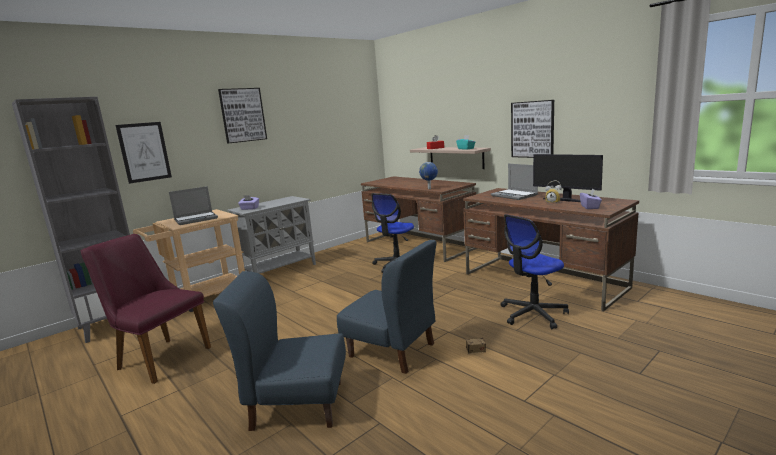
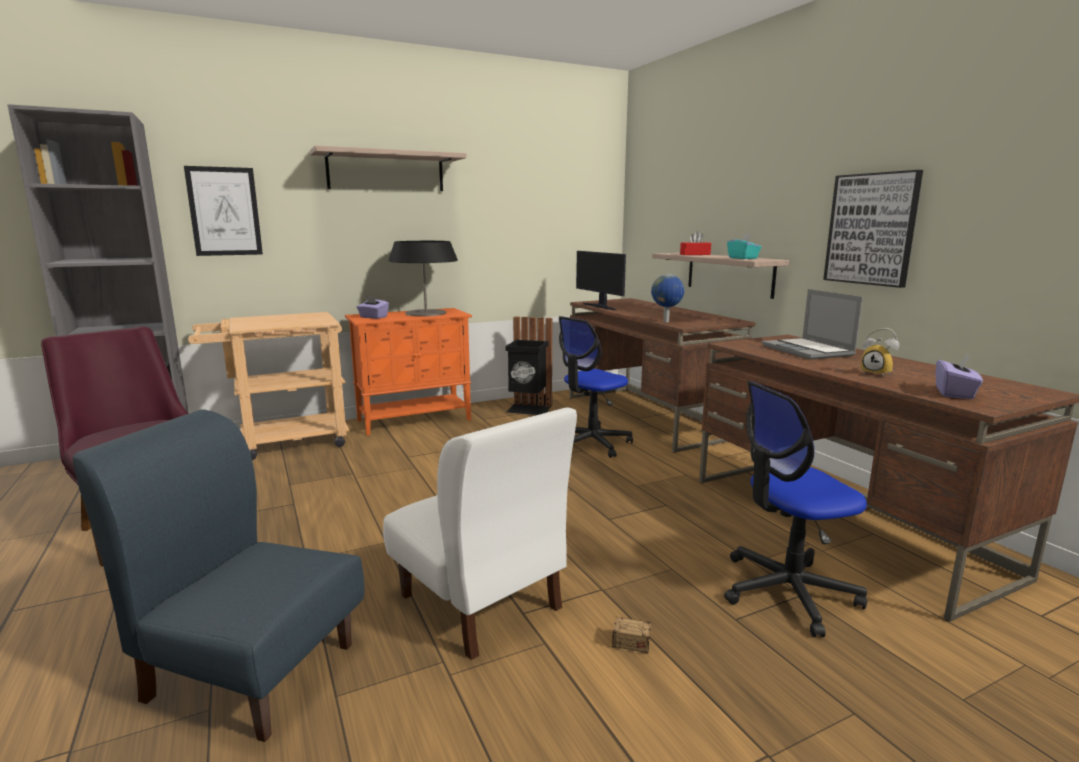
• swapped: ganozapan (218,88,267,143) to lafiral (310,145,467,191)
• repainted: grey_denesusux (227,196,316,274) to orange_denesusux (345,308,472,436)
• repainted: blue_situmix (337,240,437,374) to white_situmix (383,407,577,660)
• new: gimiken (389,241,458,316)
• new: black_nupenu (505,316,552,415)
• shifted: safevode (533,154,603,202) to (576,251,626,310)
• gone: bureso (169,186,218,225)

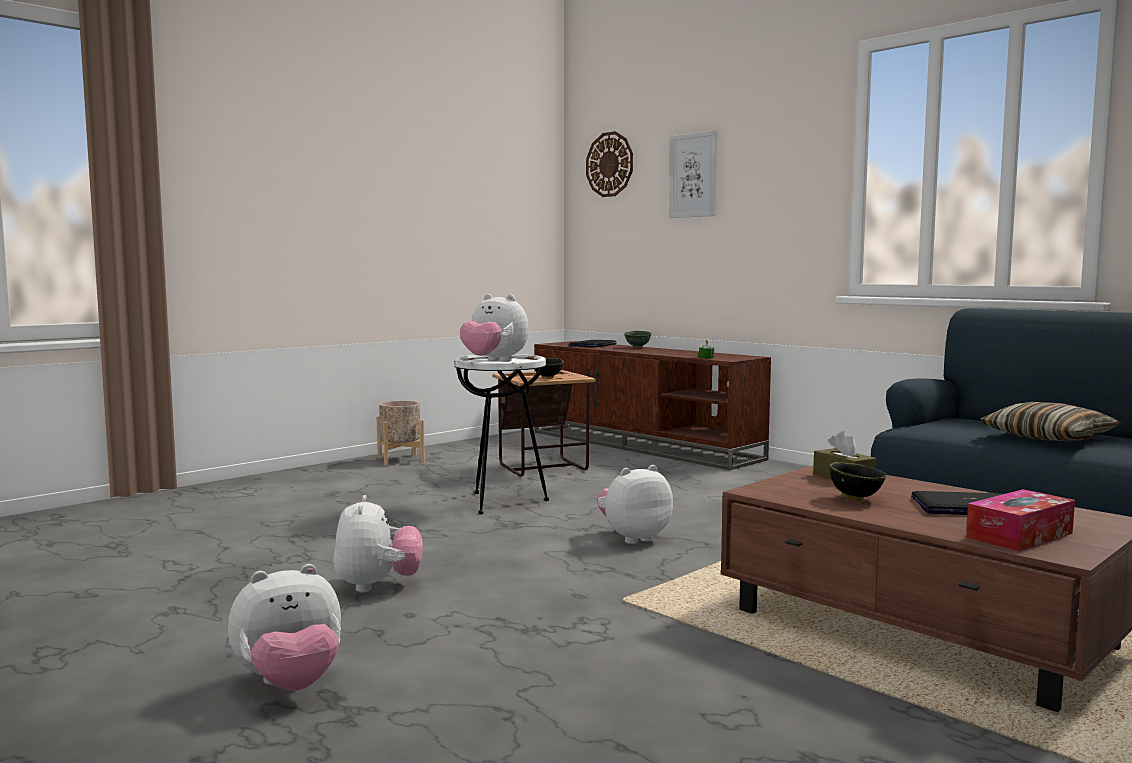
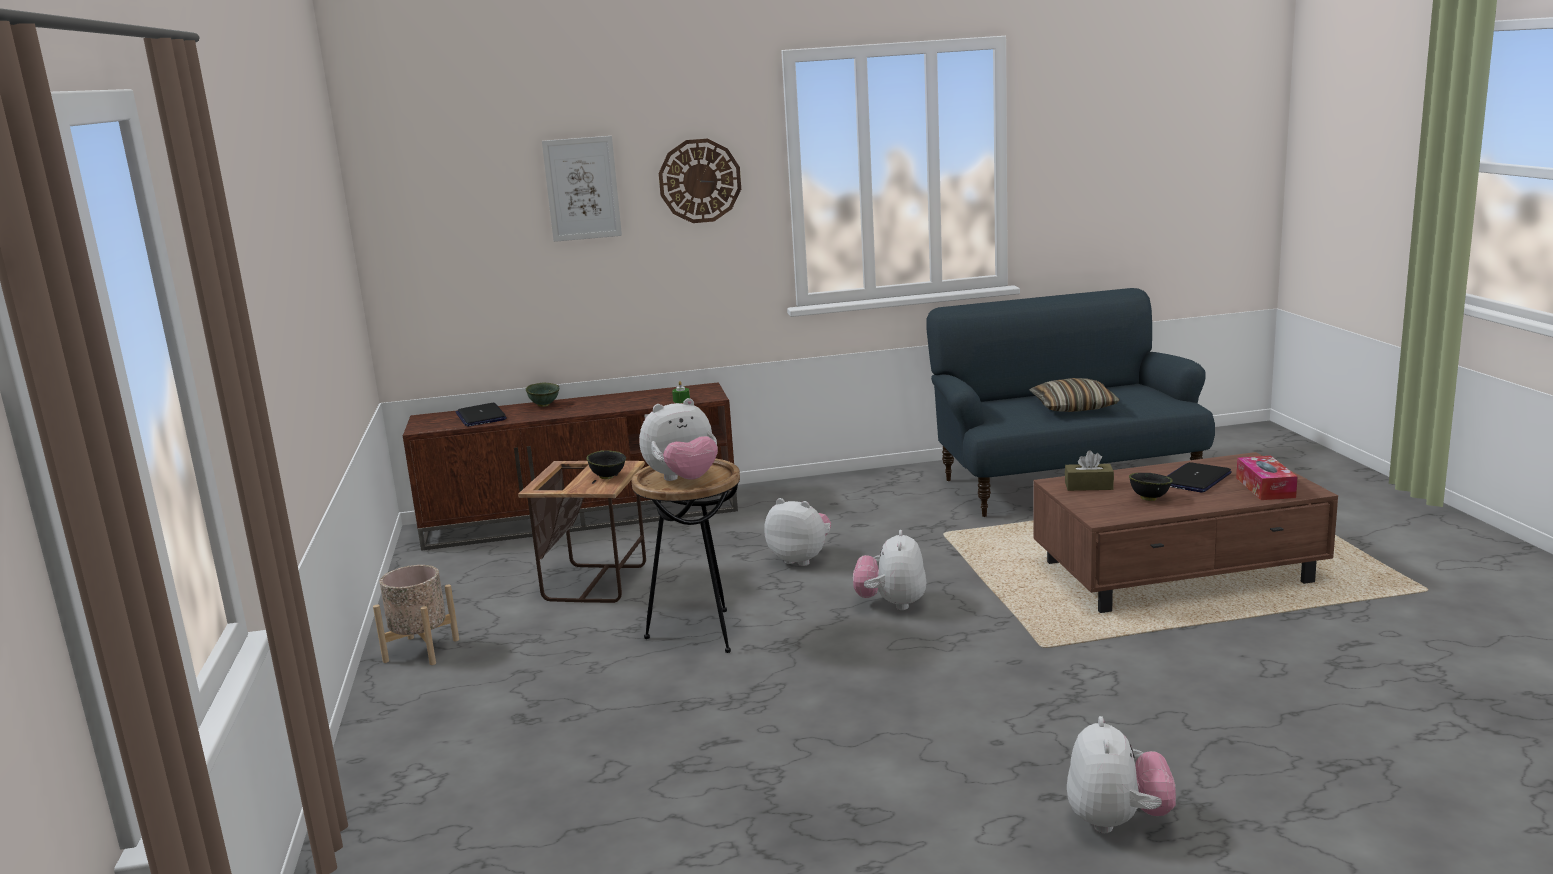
• repainted: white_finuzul (454,354,549,514) to brown_finuzul (631,458,740,653)
• shifted: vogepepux (586,131,633,197) to (659,139,741,223)
• shifted: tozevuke (333,495,423,592) to (764,498,831,566)

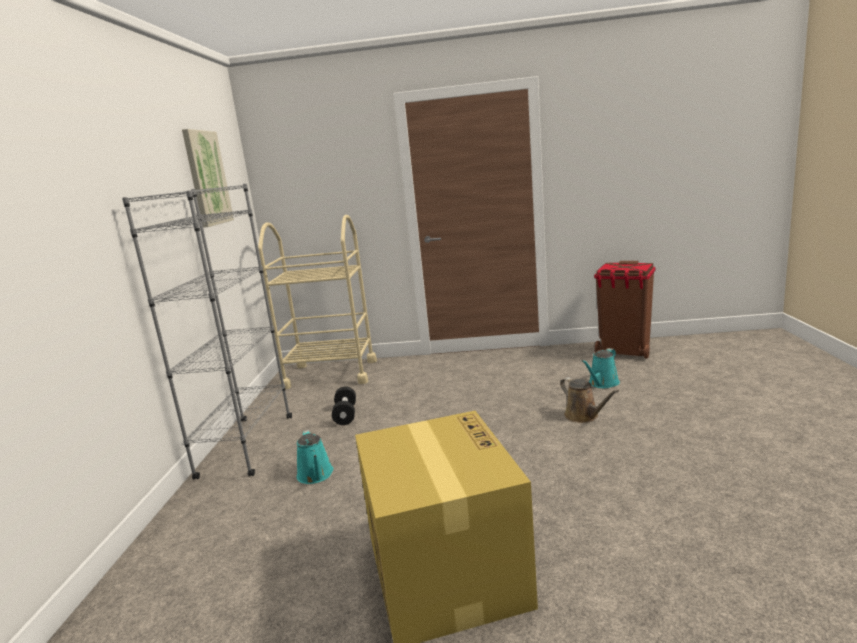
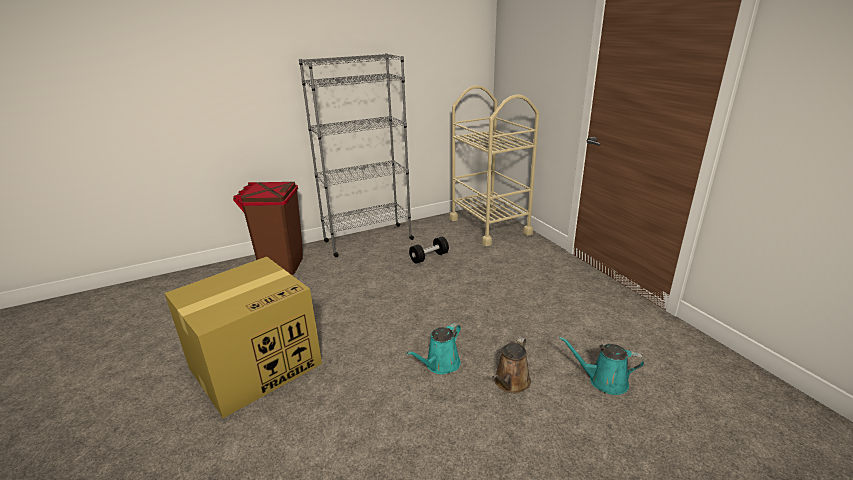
• shifted: brown_nupenu (594,261,656,359) to (233,182,303,276)
• shifted: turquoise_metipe (297,429,333,484) to (407,323,461,375)
• gone: ganozapan (182,129,234,228)

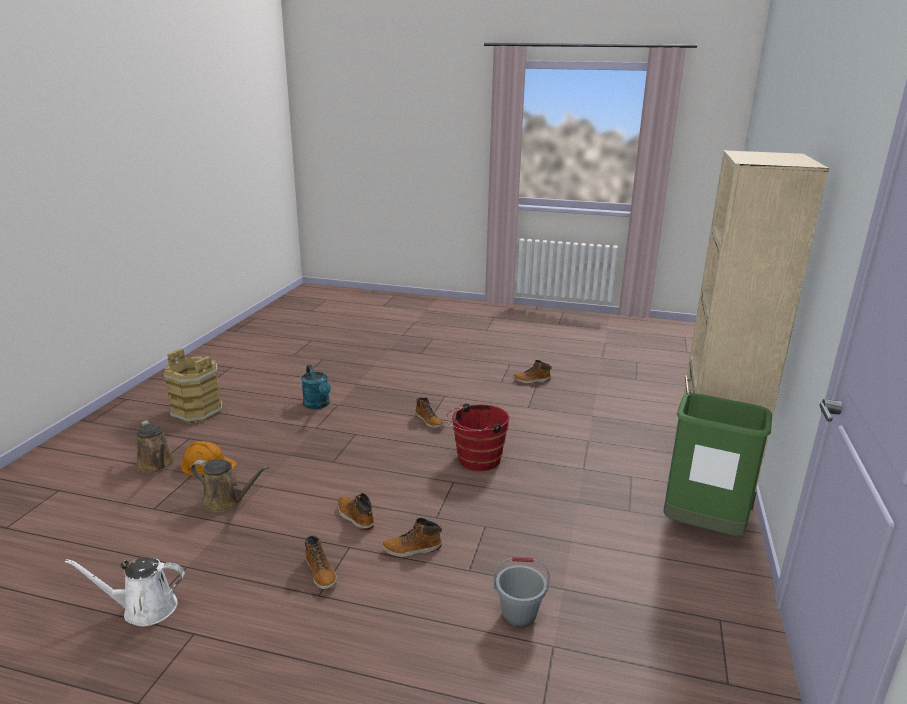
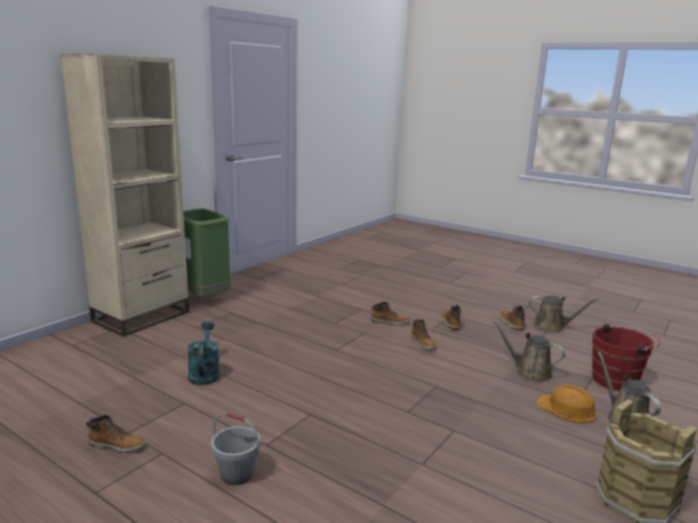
• shifted: turquoise_metipe (301,365,331,409) to (187,321,220,385)
• shifted: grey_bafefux (493,557,550,628) to (211,412,260,485)
• shifted: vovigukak (415,397,444,428) to (500,306,525,330)
• repainted: white_metipe (65,557,185,626) to brown_metipe (529,295,599,333)
• shifted: red_bafefux (446,403,510,471) to (592,324,661,391)

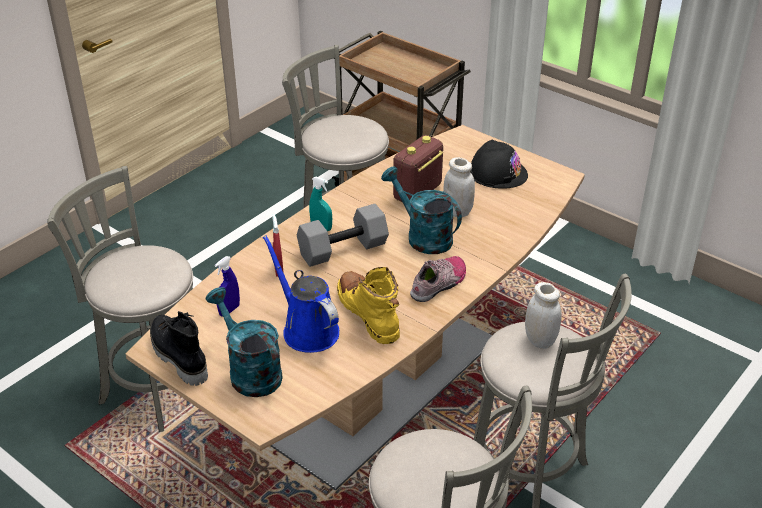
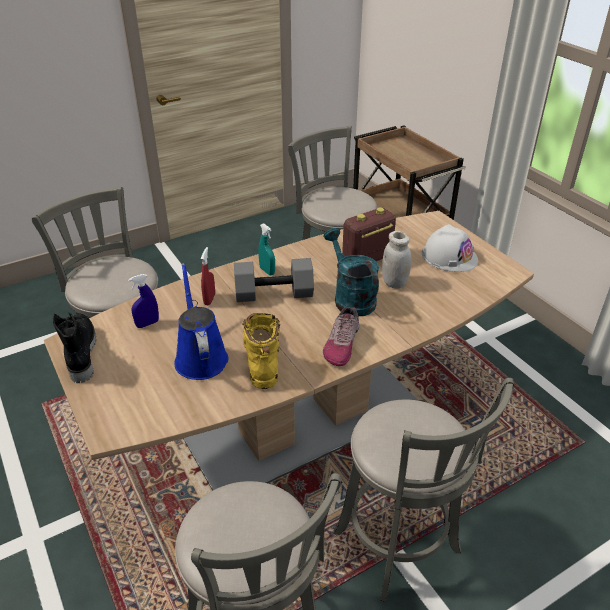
• rotated: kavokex (410,256,466,302) = (323,307,360,366) 135 degrees clockwise
• repainted: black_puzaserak (470,140,528,188) to white_puzaserak (422,224,478,272)
• gone: turquoise_metipe (206,287,283,397)
• gone: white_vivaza (525,282,562,349)

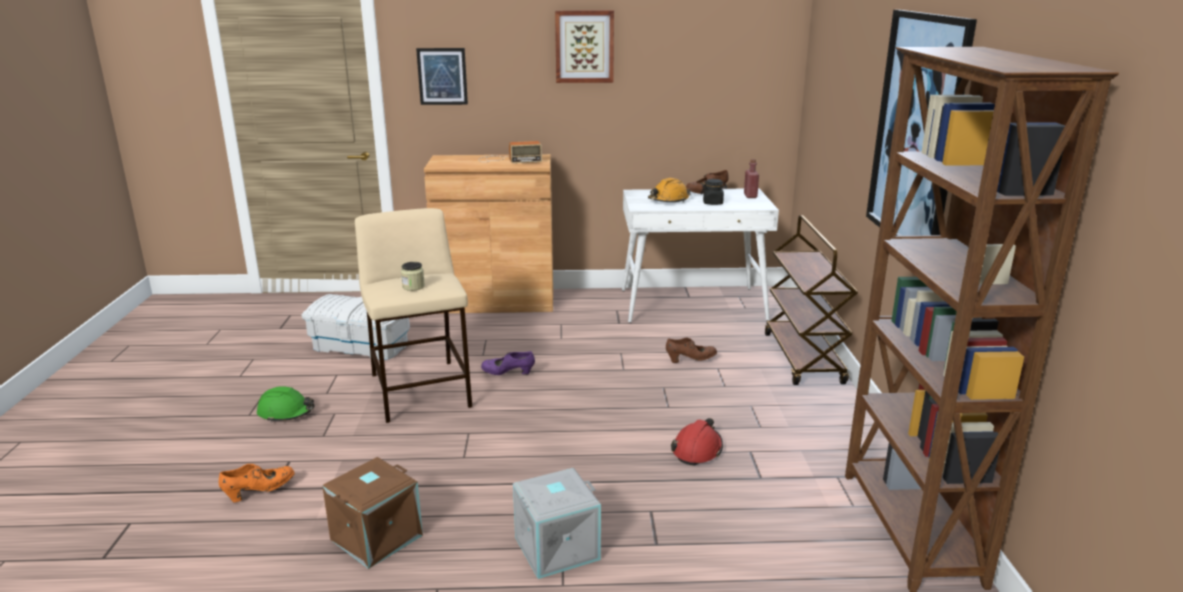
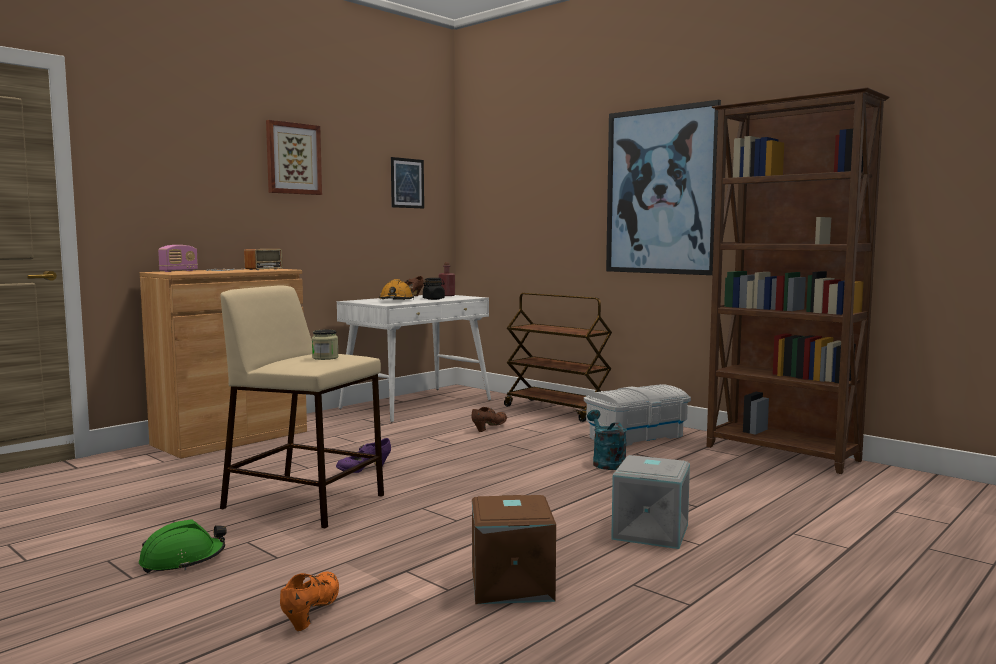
• new: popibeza (158,245,198,272)
• shifted: ganozapan (416,48,468,105) to (391,157,424,208)
• shifted: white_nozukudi (302,294,410,360) to (584,384,691,446)
• swapped: red_puzaserak (671,418,723,466) to turquoise_metipe (587,410,627,470)

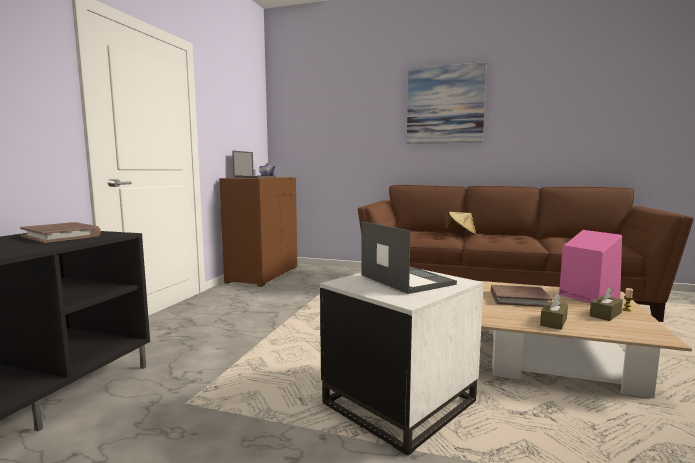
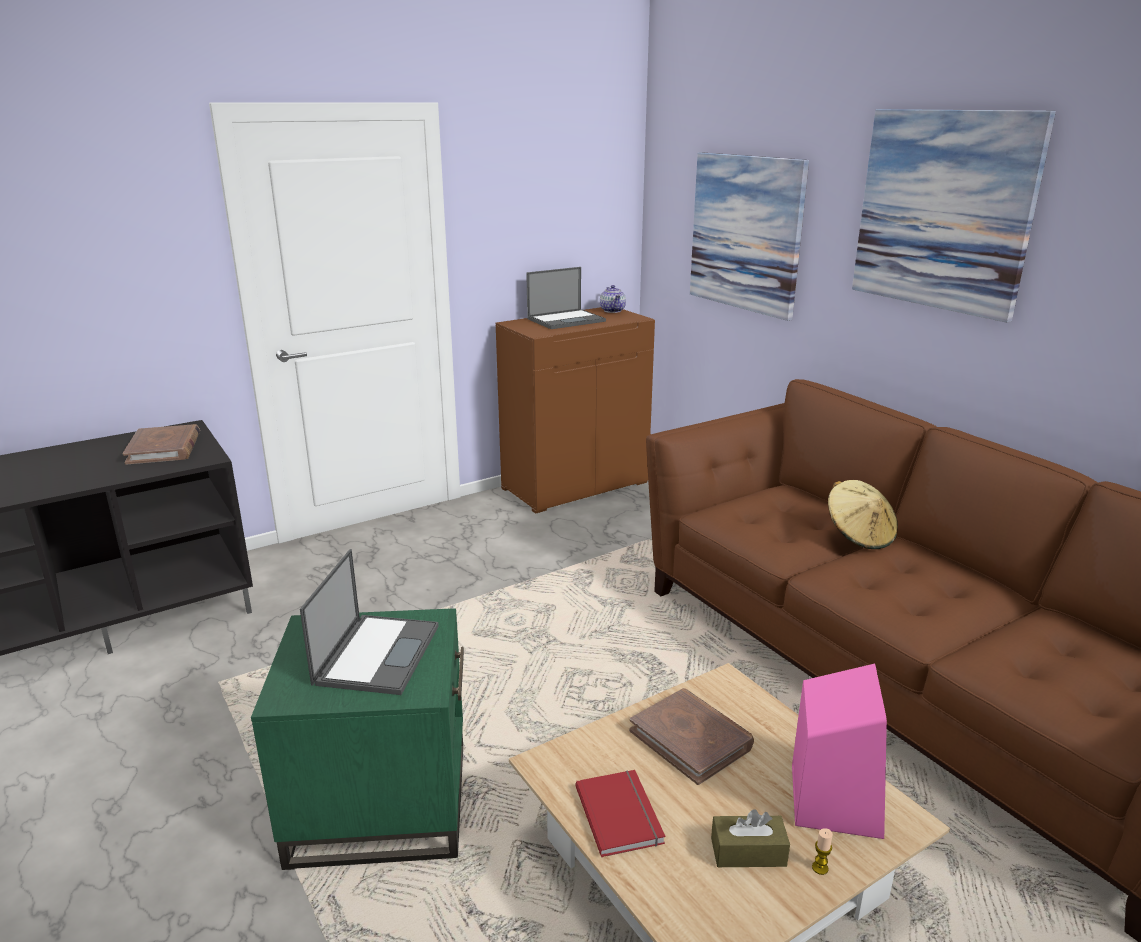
• repainted: white_finuzul (320,269,484,456) to green_finuzul (251,608,464,870)
• swapped: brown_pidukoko (540,293,568,330) to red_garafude (575,770,665,857)
• new: ganozapan (690,152,809,321)

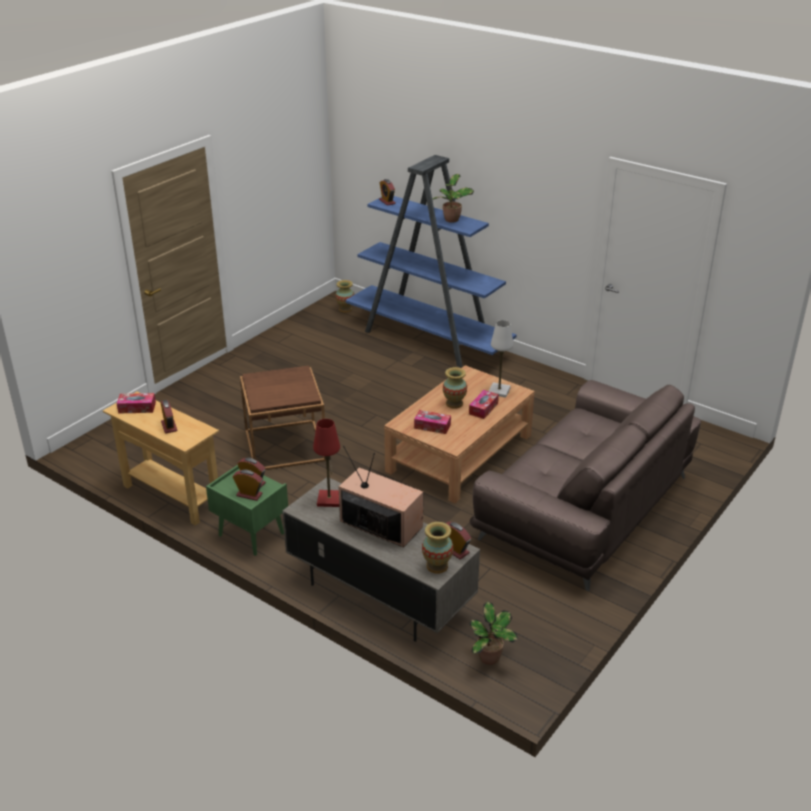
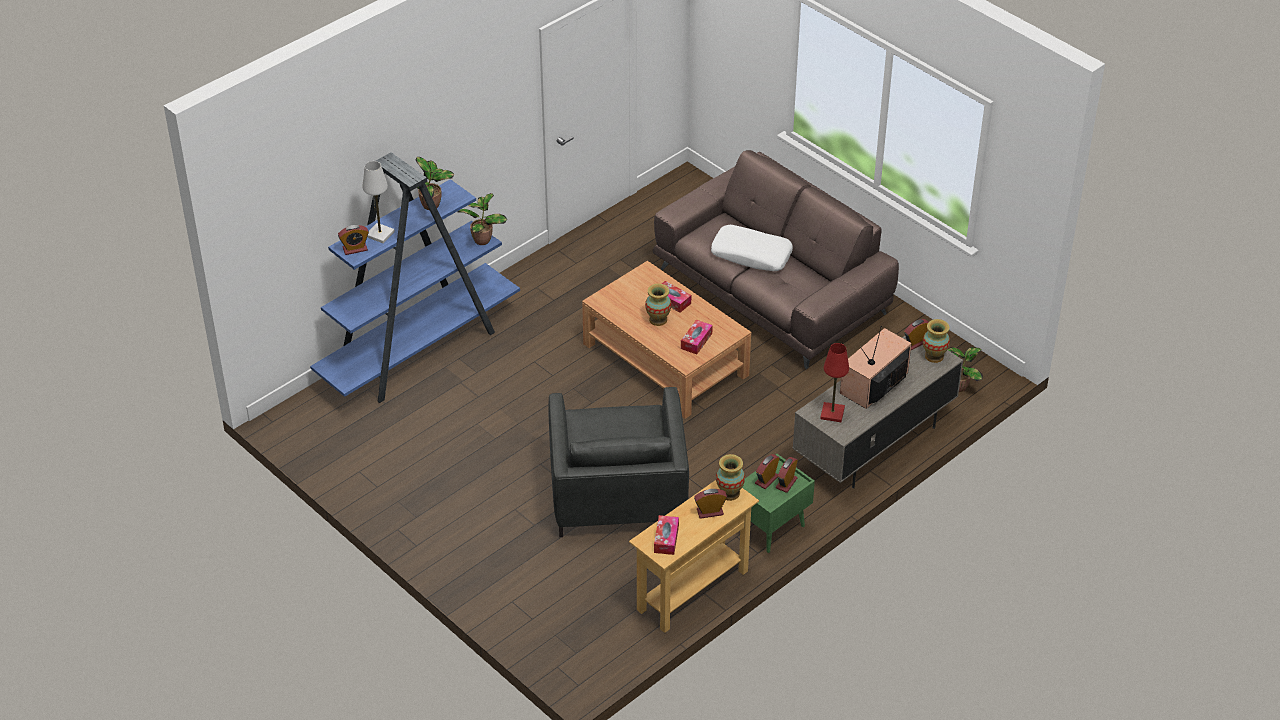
• shifted: white_gimiken (489,320,513,398) to (362,161,395,243)
• new: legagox (457,193,507,245)
• swapped: brown_finuzul (240,366,326,470) to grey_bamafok (548,387,689,537)
• new: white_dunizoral (711,225,793,271)
• shifted: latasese (335,280,354,313) to (716,454,745,501)

